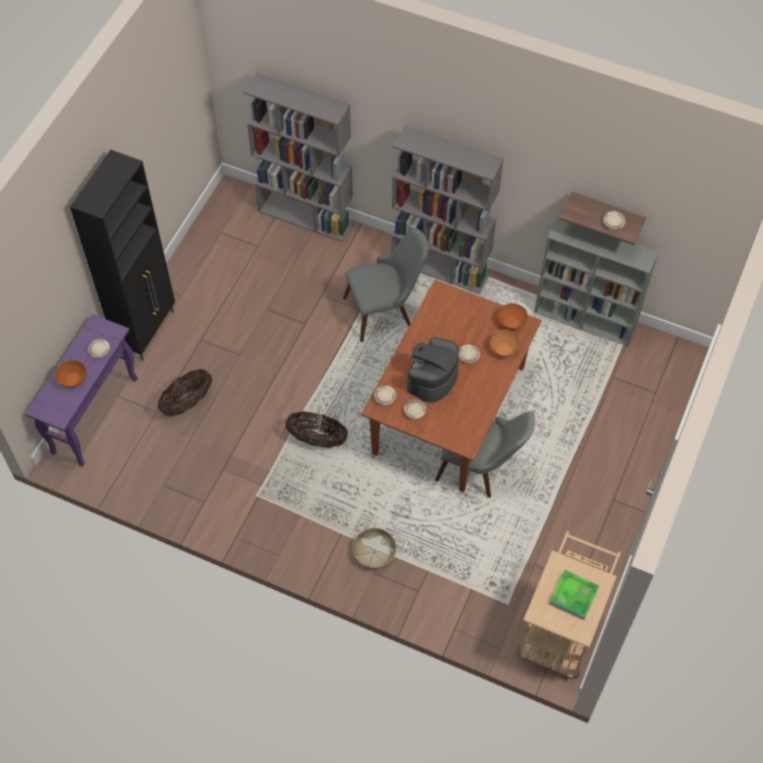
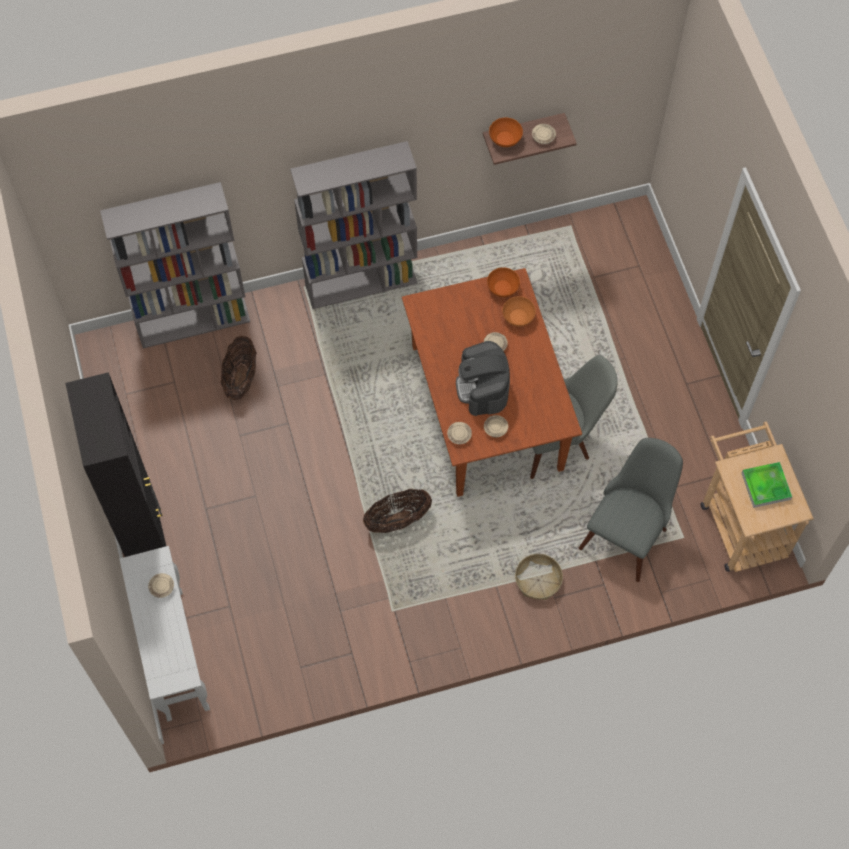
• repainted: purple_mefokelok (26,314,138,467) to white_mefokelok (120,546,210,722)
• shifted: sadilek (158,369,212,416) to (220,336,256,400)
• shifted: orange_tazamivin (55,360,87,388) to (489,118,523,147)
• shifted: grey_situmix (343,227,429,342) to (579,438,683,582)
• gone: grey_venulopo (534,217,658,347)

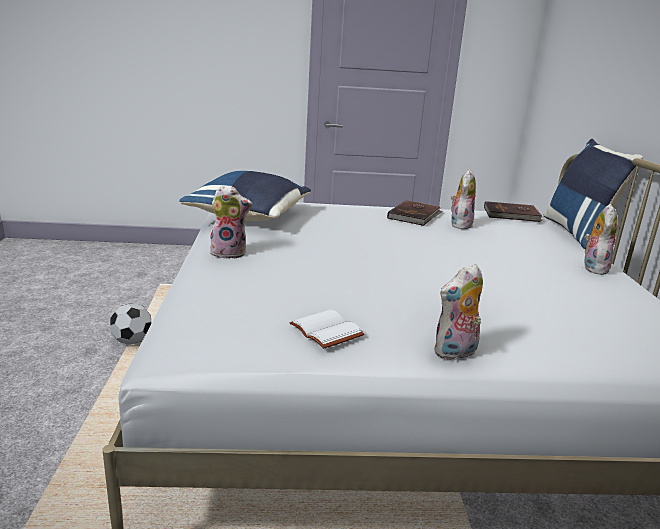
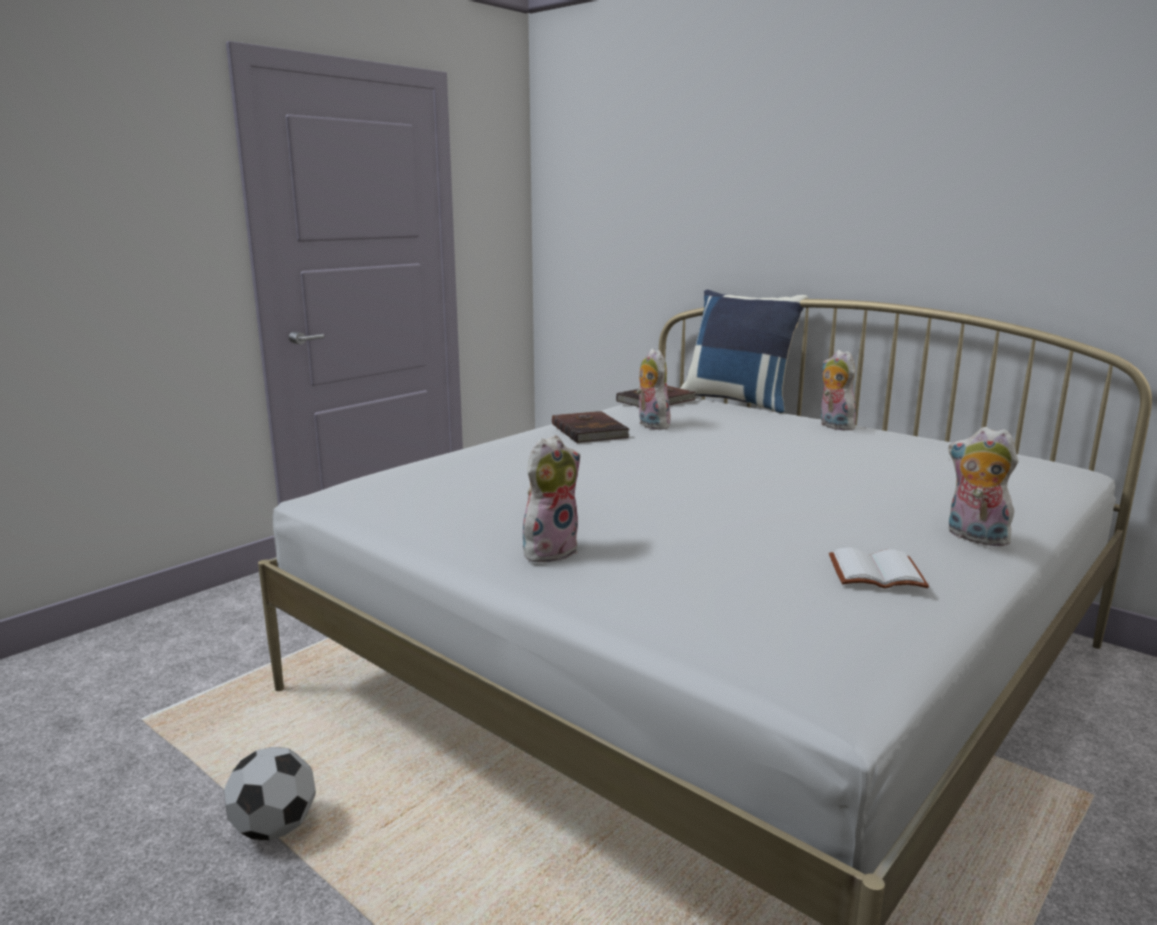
• rotated: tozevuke (434,264,483,360) = (949,427,1018,546) 120 degrees clockwise
• gone: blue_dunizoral (179,171,311,221)

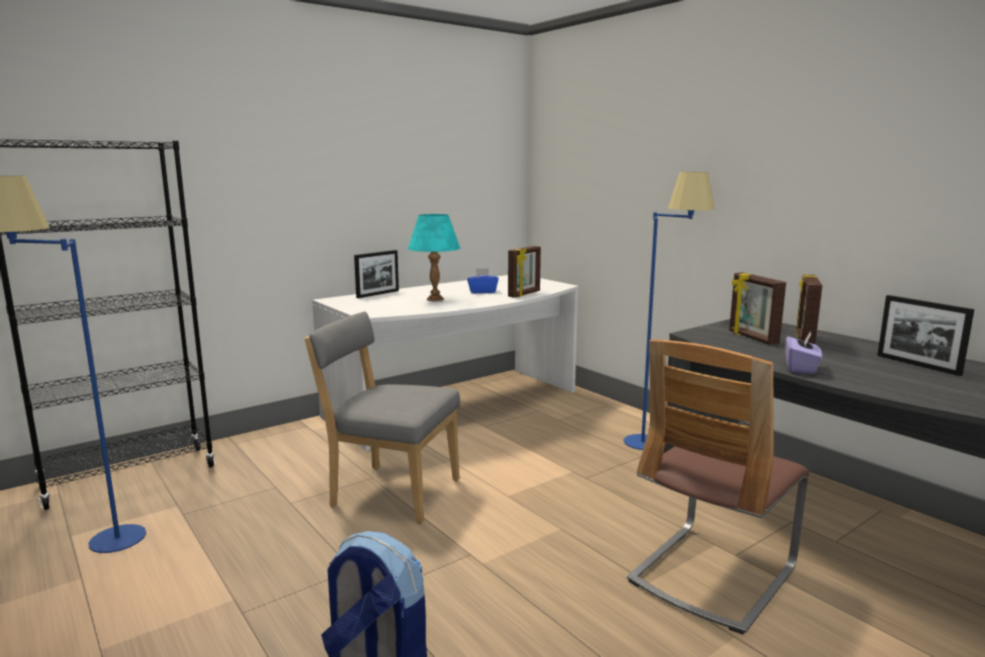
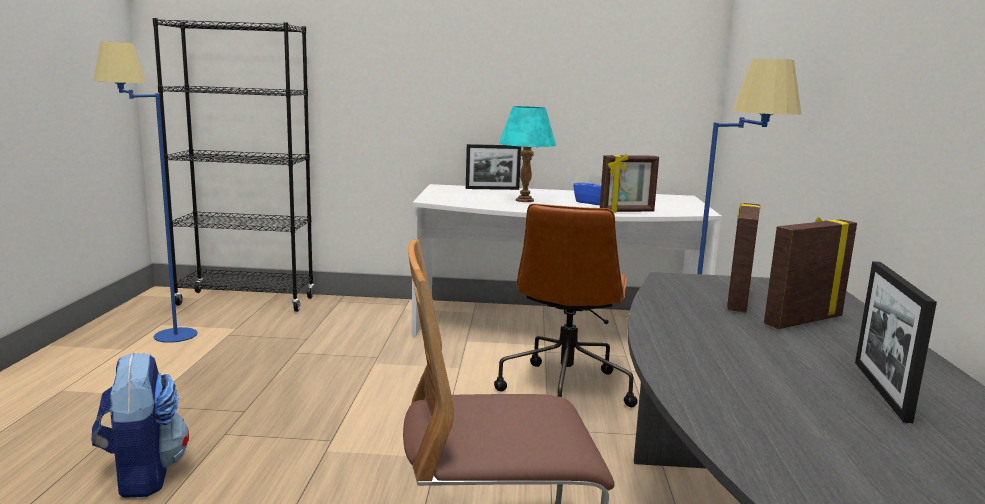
• new: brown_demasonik (494,204,638,408)
• gone: grey_situmix (305,312,460,524)
• gone: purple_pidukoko (785,332,822,374)

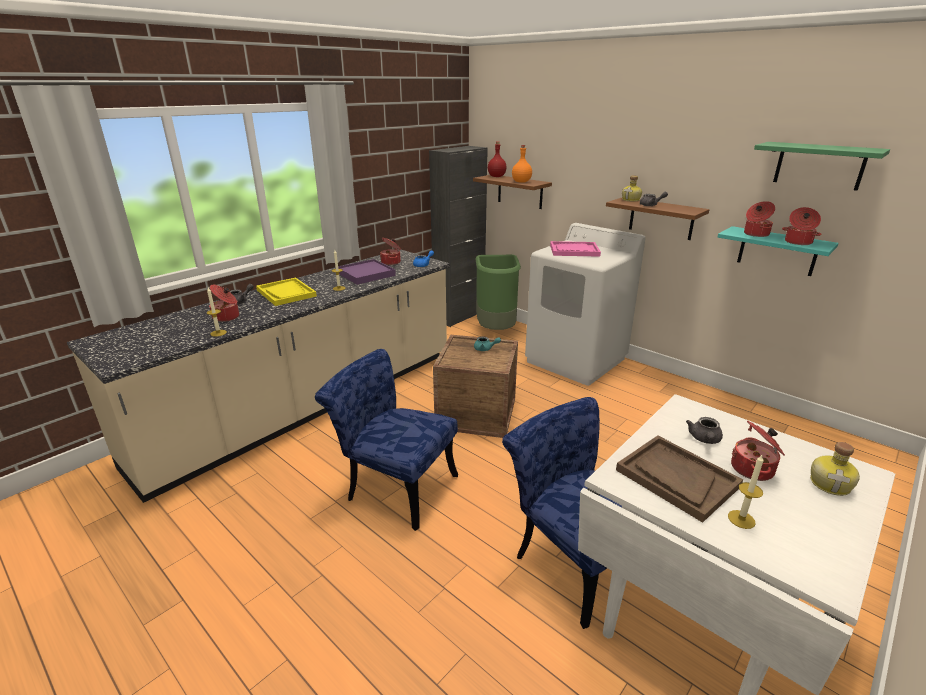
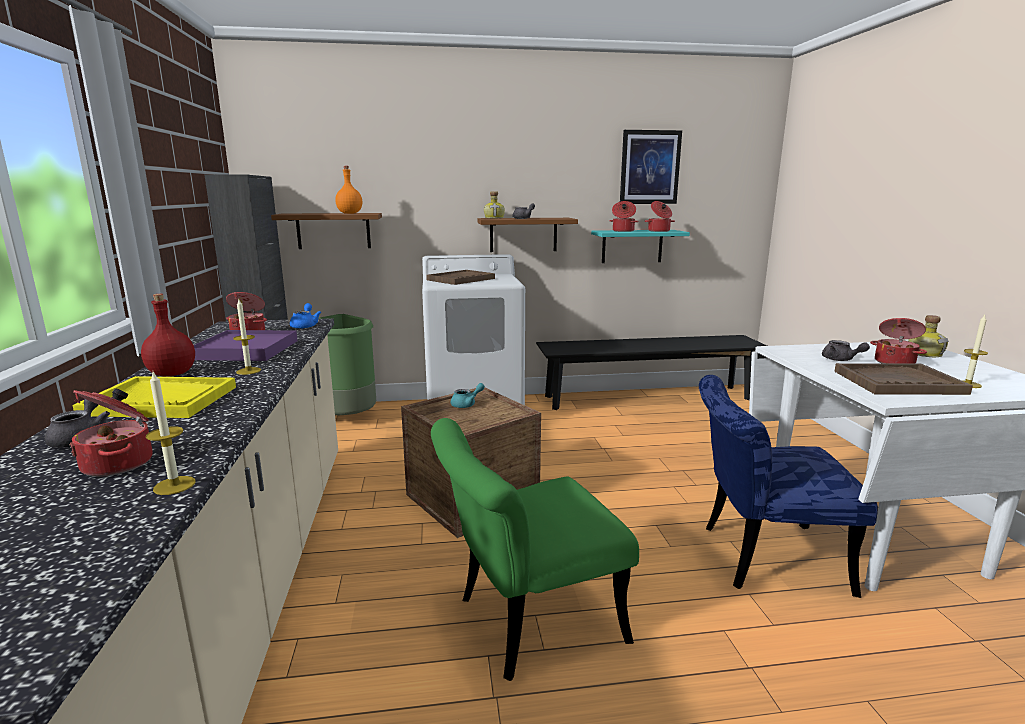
• shifted: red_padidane (488,141,507,177) to (141,294,195,377)
• repainted: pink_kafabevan (550,241,601,257) to brown_kafabevan (426,270,495,285)
• repainted: blue_situmix (315,349,458,531) to green_situmix (431,418,639,681)
• new: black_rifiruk (536,335,767,410)
• swapped: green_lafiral (754,142,890,191) to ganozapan (620,130,682,204)

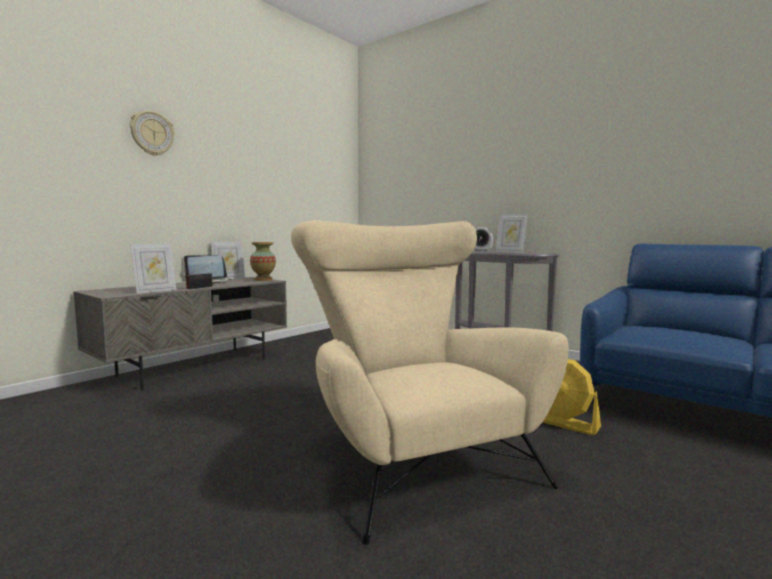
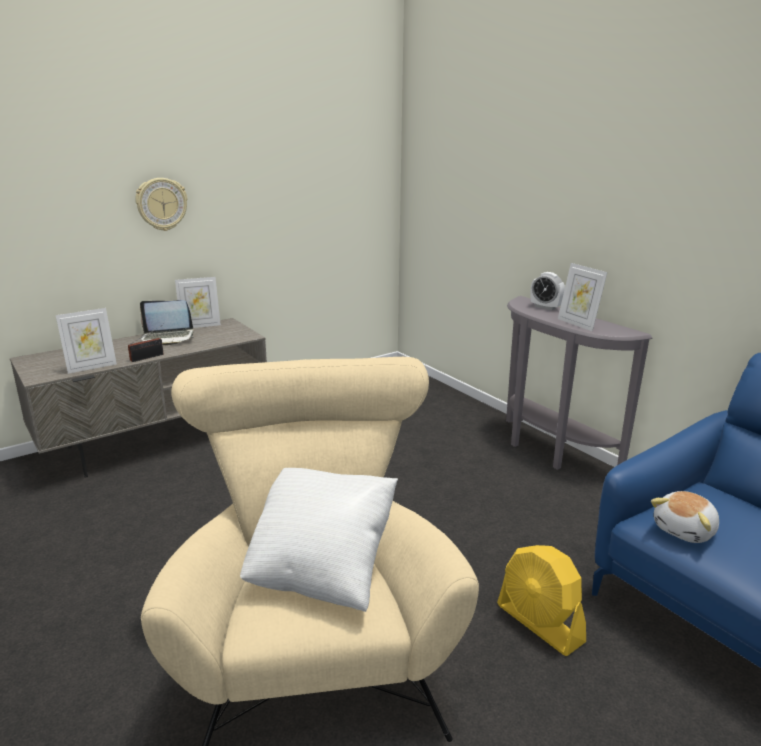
• shifted: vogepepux (130,111,175,156) to (135,178,188,231)
• new: white_dunizoral (240,468,398,612)
• new: tozevuke (651,491,719,543)
• gone: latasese (250,242,276,281)

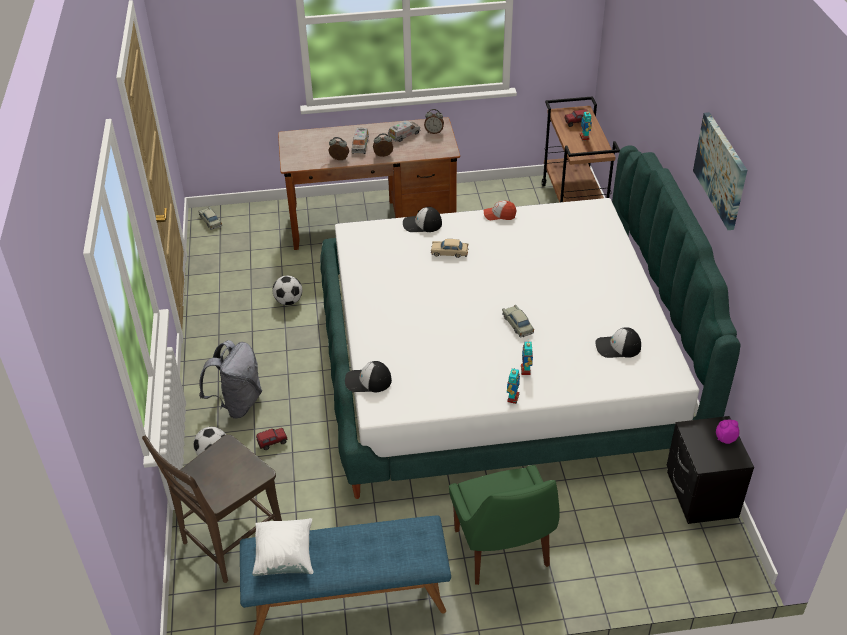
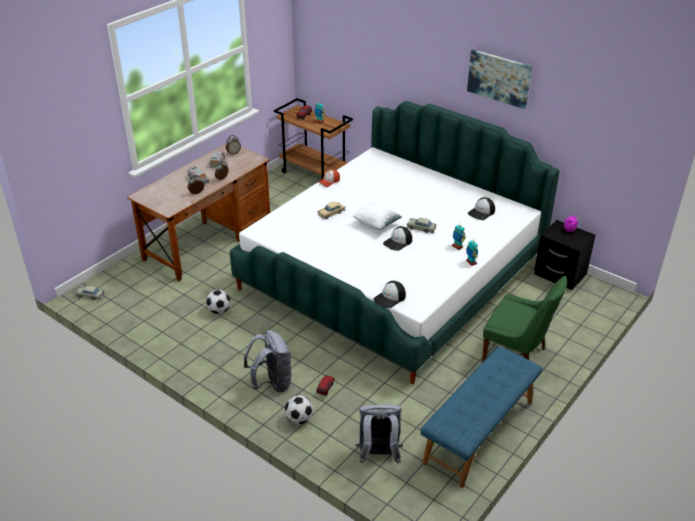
• shifted: white_dunizoral (252,518,314,576) to (352,203,403,230)
• swapped: brown_situmix (142,435,282,583) to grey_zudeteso (355,404,403,463)
• shifted: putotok (403,207,442,232) to (383,226,412,251)

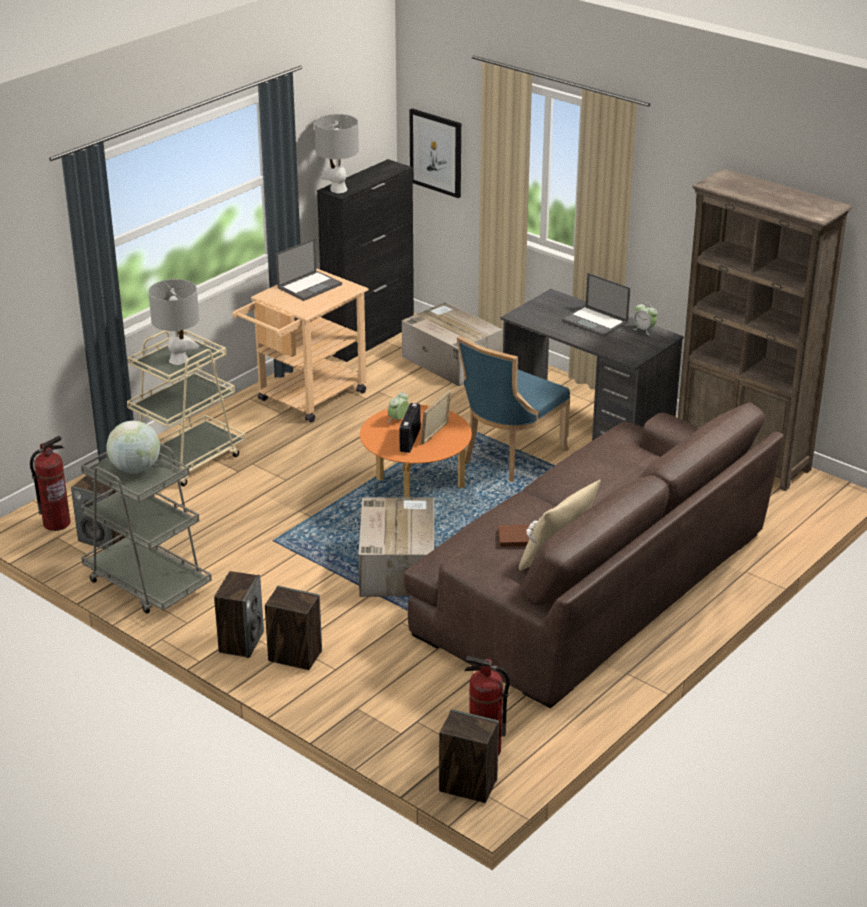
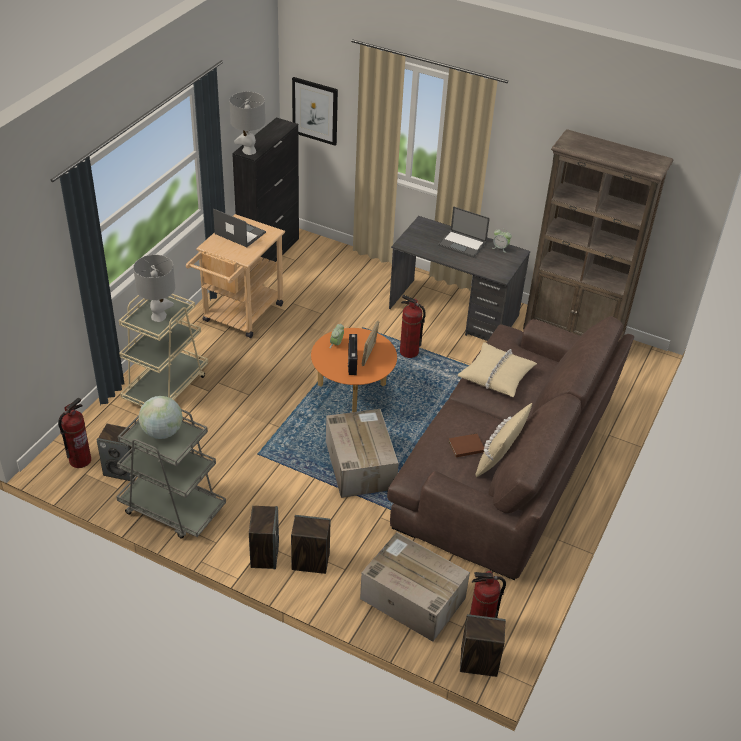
• rotated: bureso (276,238,342,301) = (213,208,266,247) 90 degrees counterclockwise
• shifted: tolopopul (402,302,503,386) to (360,532,470,642)
• swapped: blue_situmix (457,335,570,482) to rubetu (400,295,426,358)
• new: beige_dunizoral (457,342,537,397)

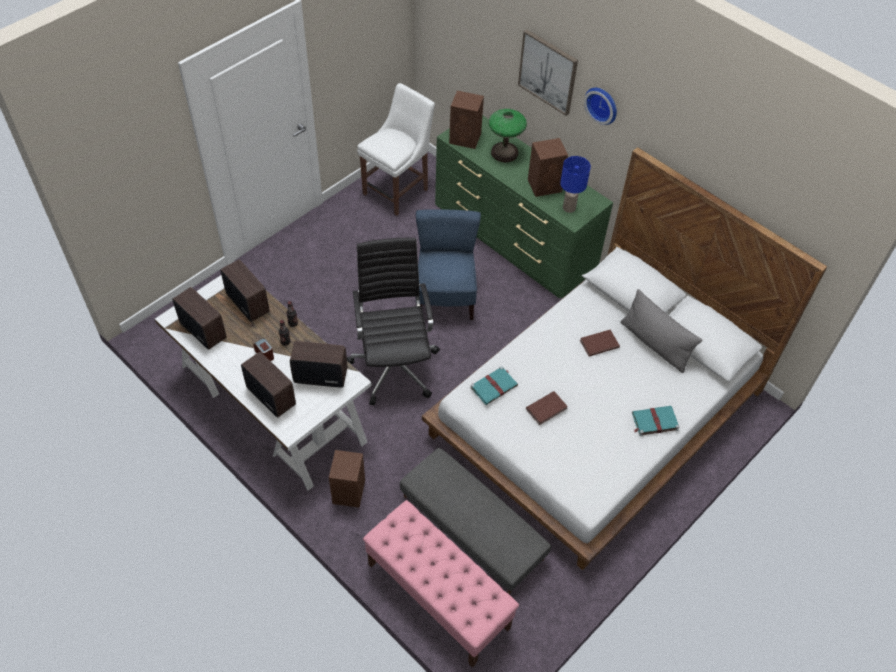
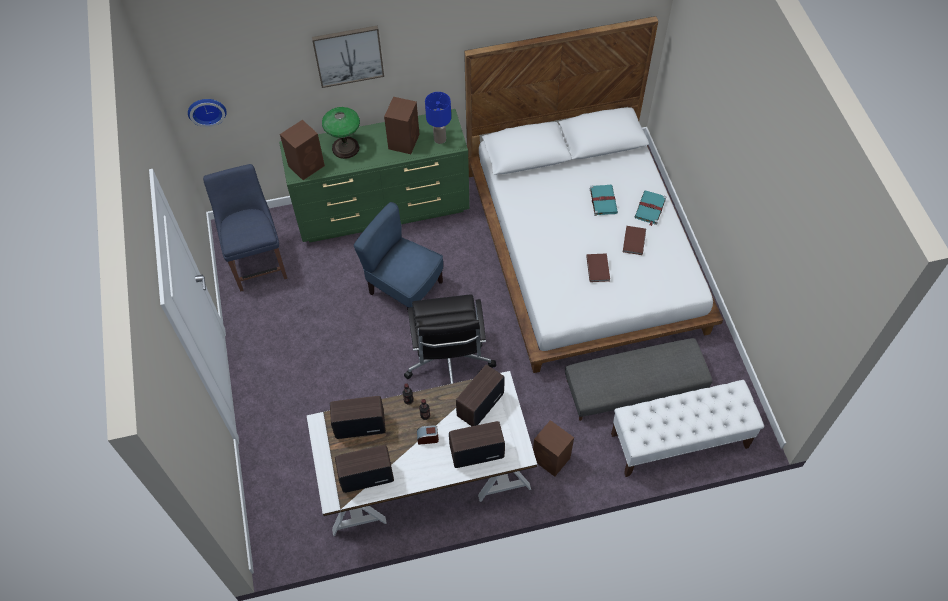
• shifted: vogepepux (584,88,617,125) to (188,99,227,127)
• repainted: white_situmix (357,83,435,216) to blue_situmix (203,164,287,292)
• rotated: black_demasonik (347,238,440,405) = (404,294,496,384) 120 degrees counterclockwise
• shifted: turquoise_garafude (470,366,518,405) to (590,185,618,216)
• repainted: pink_rifiruk (363,500,519,668) to white_rifiruk (611,380,764,477)
• shifted: brown_garafude (580,330,620,357) to (623,226,646,255)
• gone: grey_dunizoral (621,289,703,373)

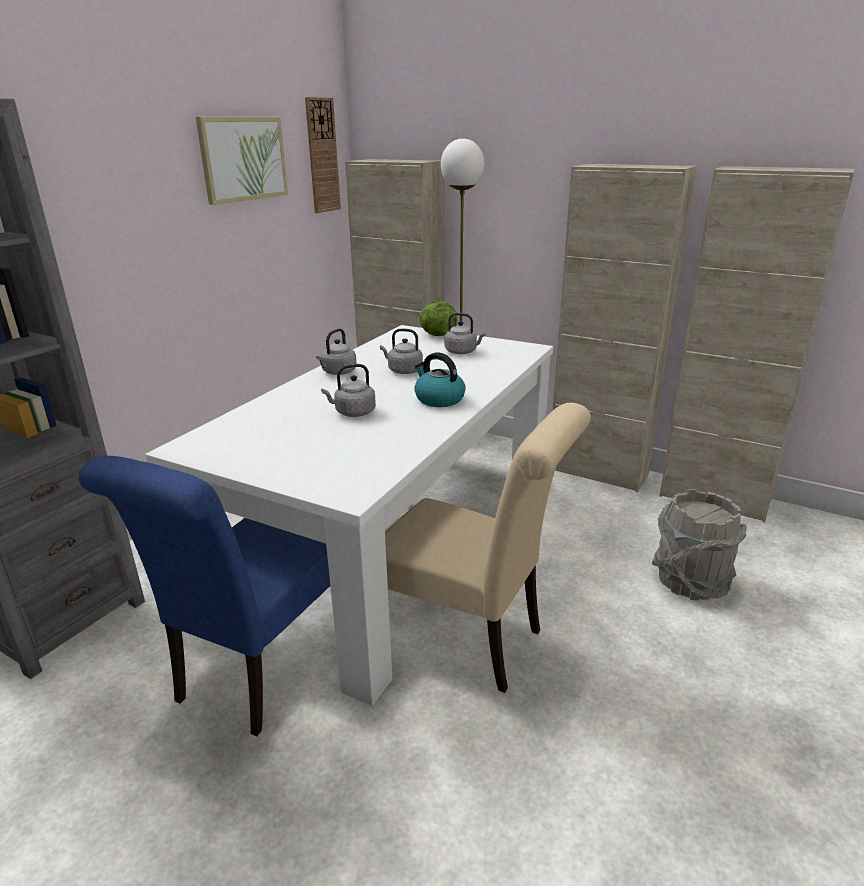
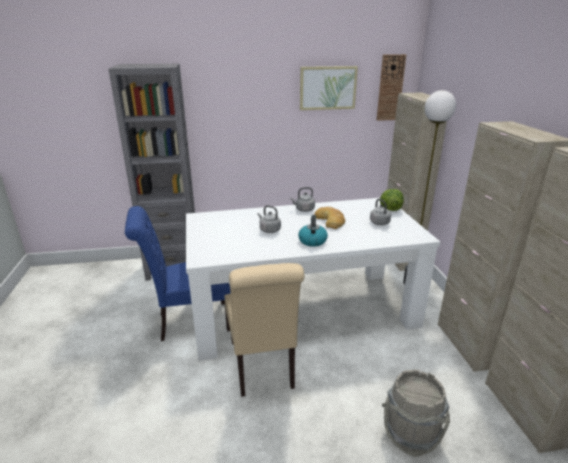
• swapped: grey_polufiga (380,329,423,374) to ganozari (314,207,345,229)

